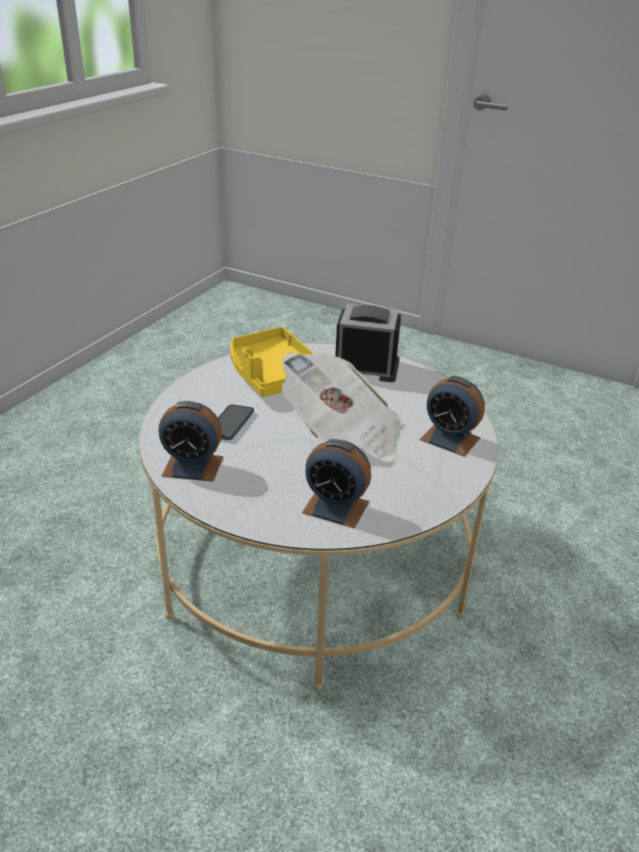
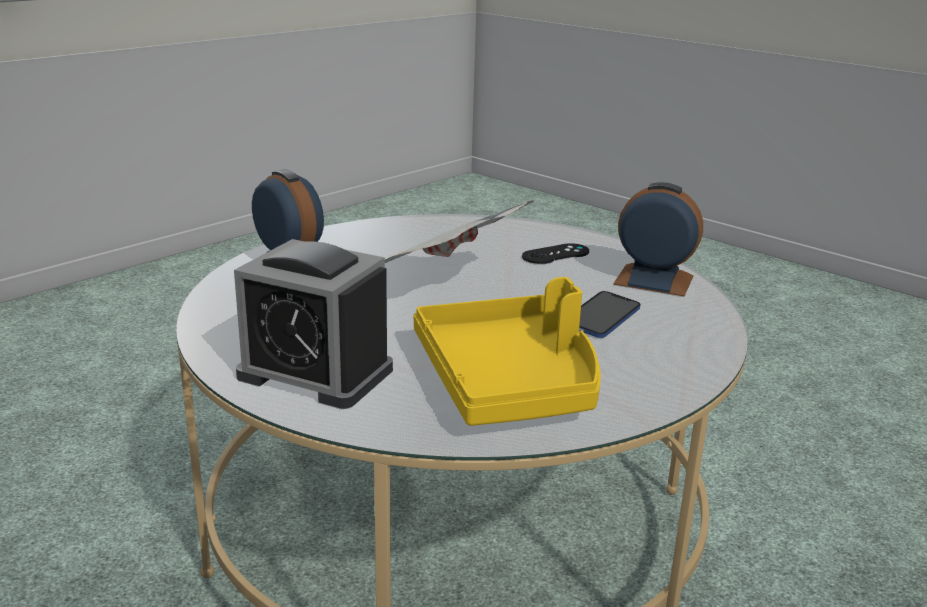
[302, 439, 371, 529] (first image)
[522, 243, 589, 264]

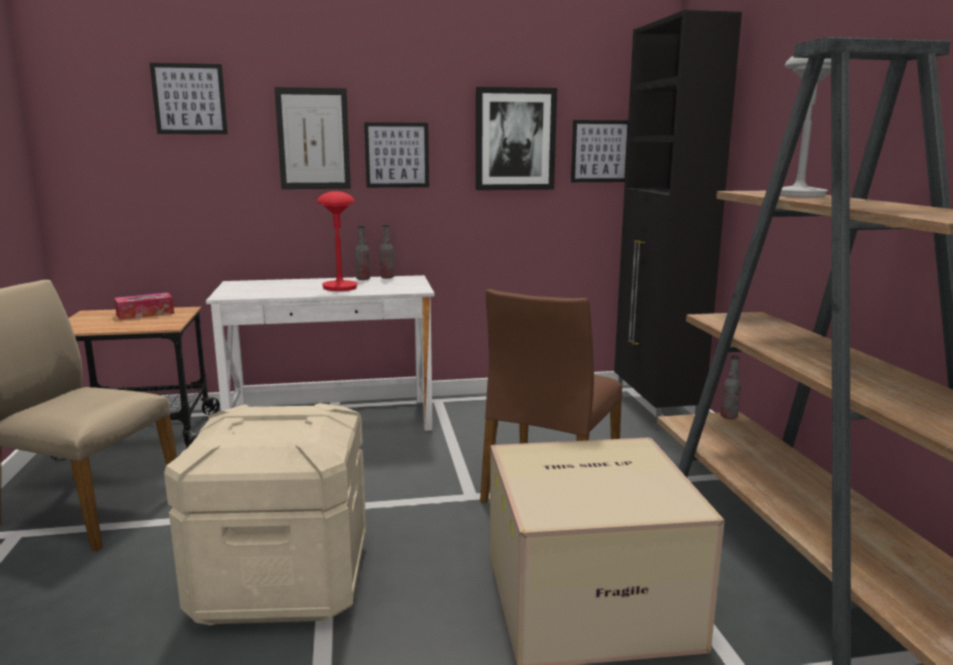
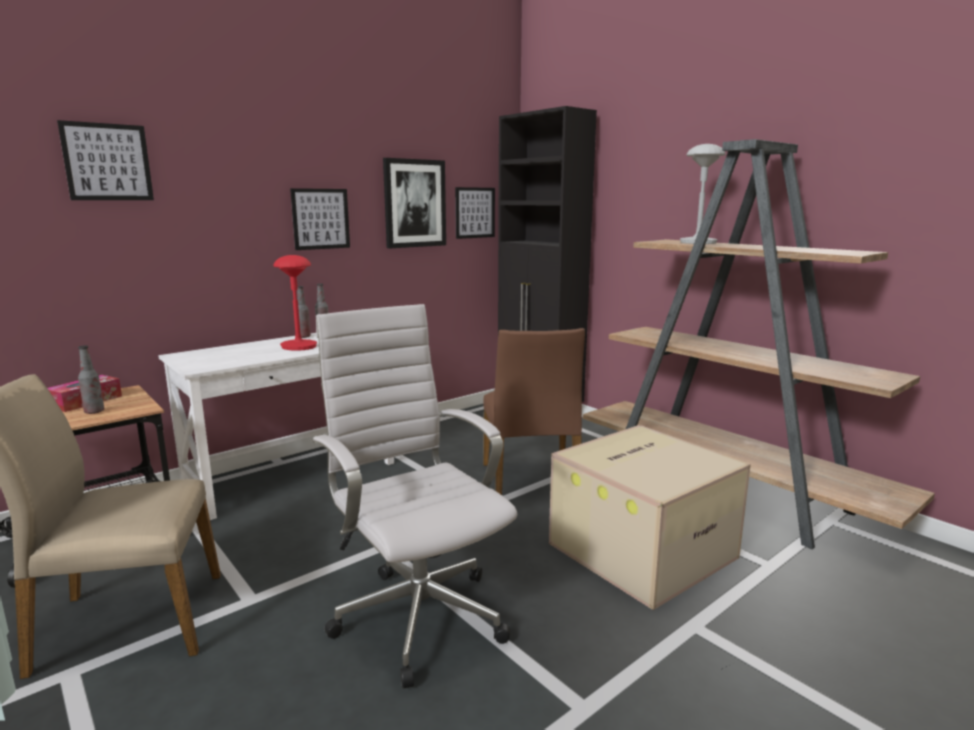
[313, 304, 517, 688]
[274, 87, 351, 189] (first image)
[78, 345, 104, 414]

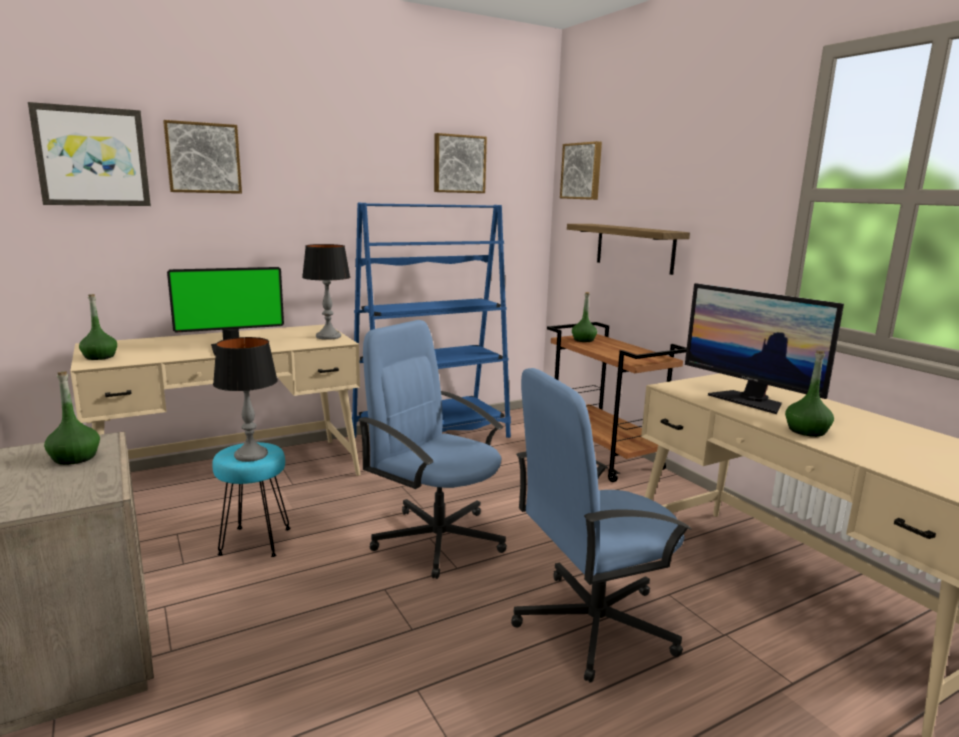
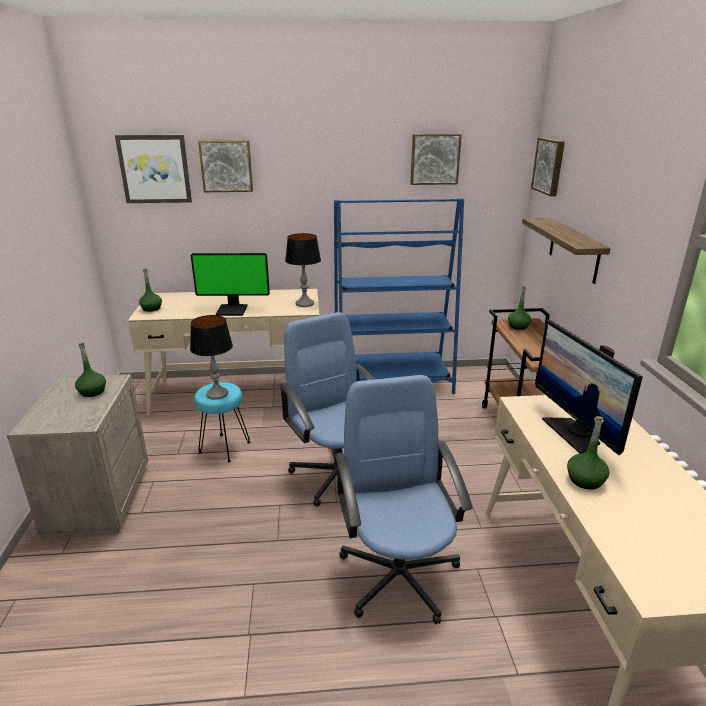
[335, 375, 473, 624]

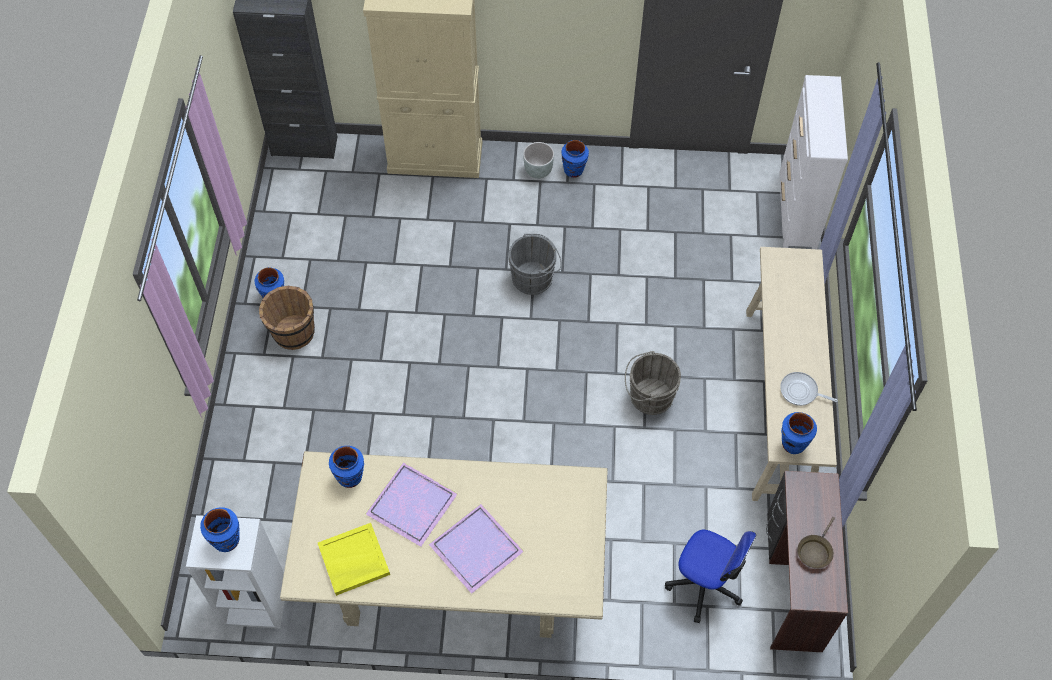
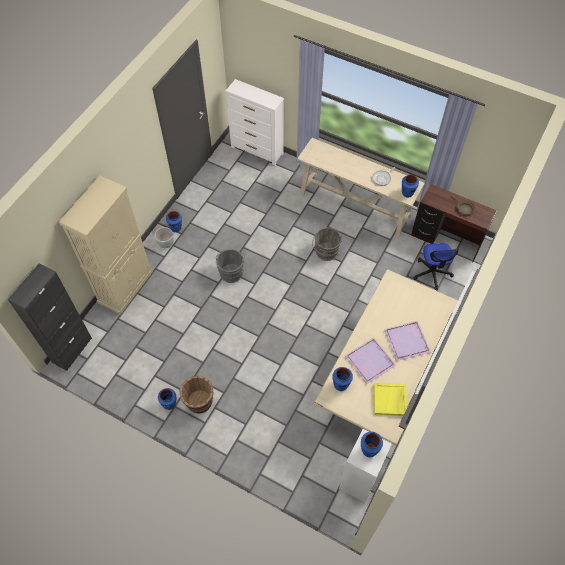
[413, 243, 459, 290]

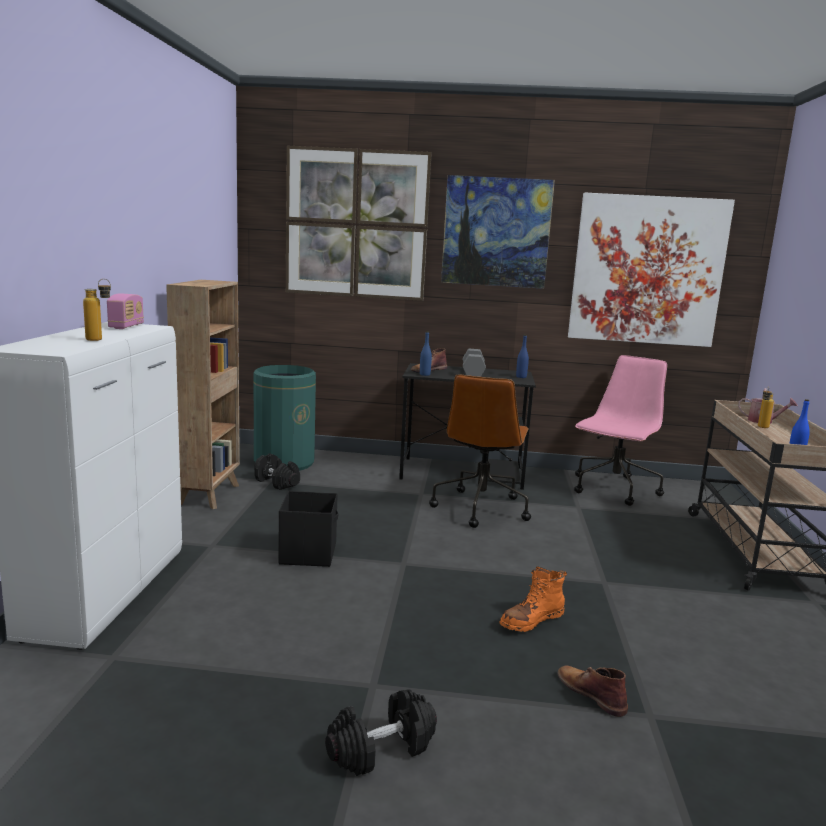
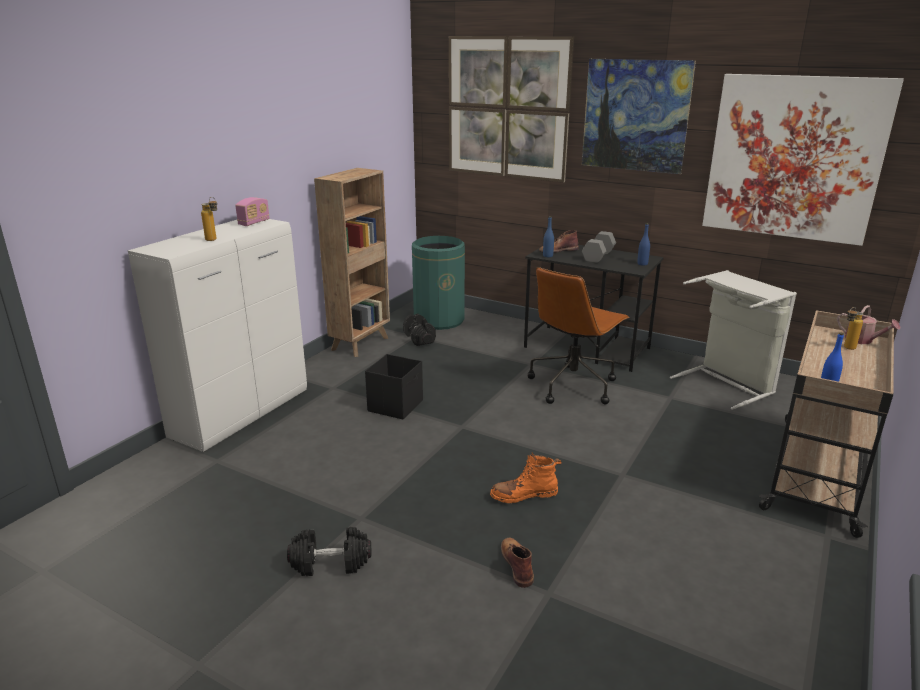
[670, 270, 797, 410]

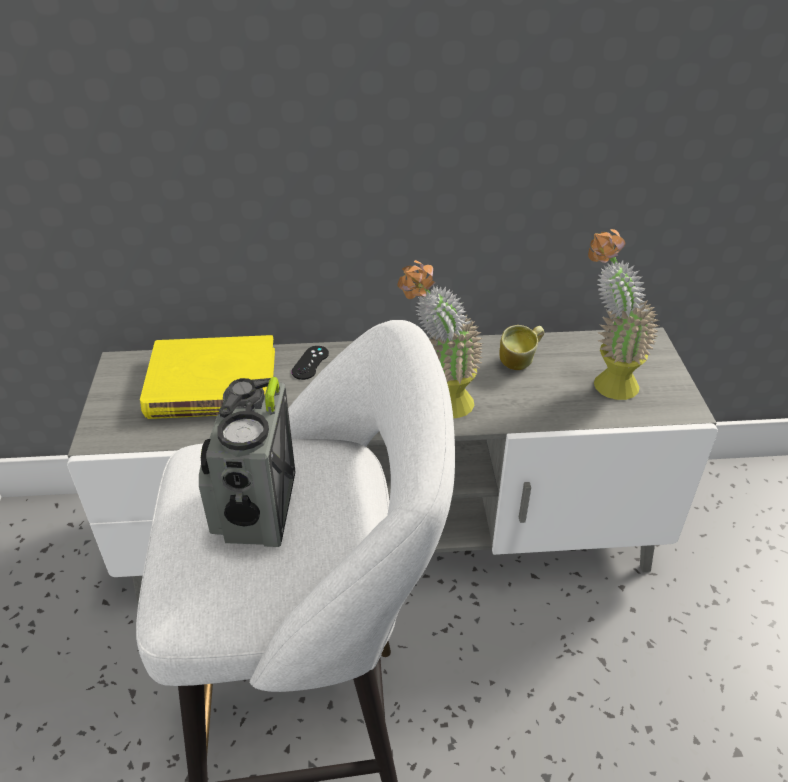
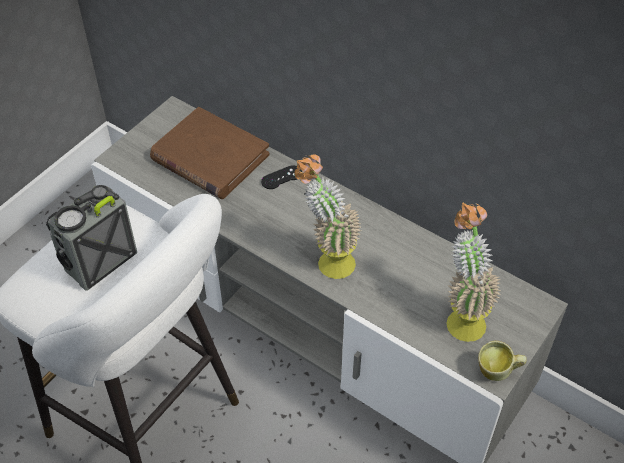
[150, 107, 270, 199]
[478, 341, 527, 381]

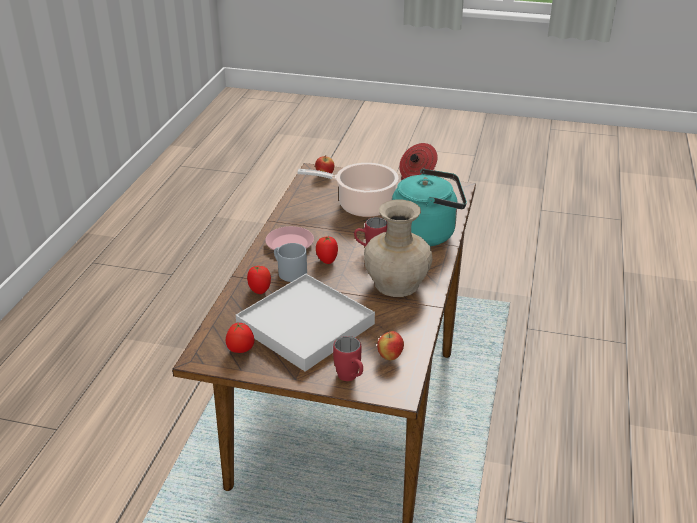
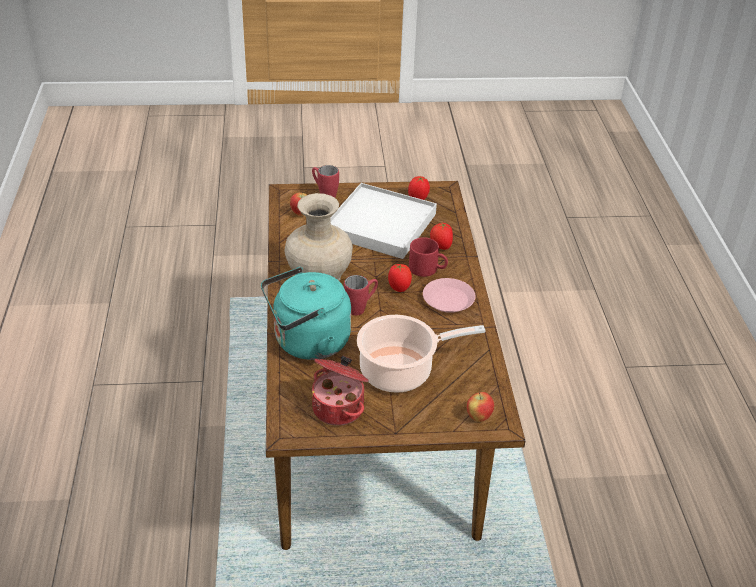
[409, 237, 448, 277]

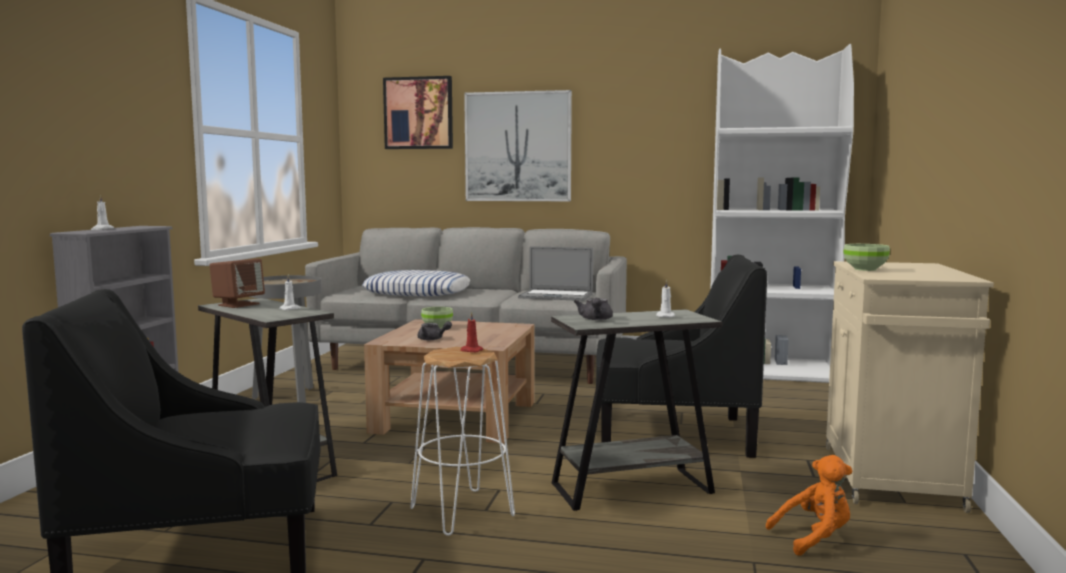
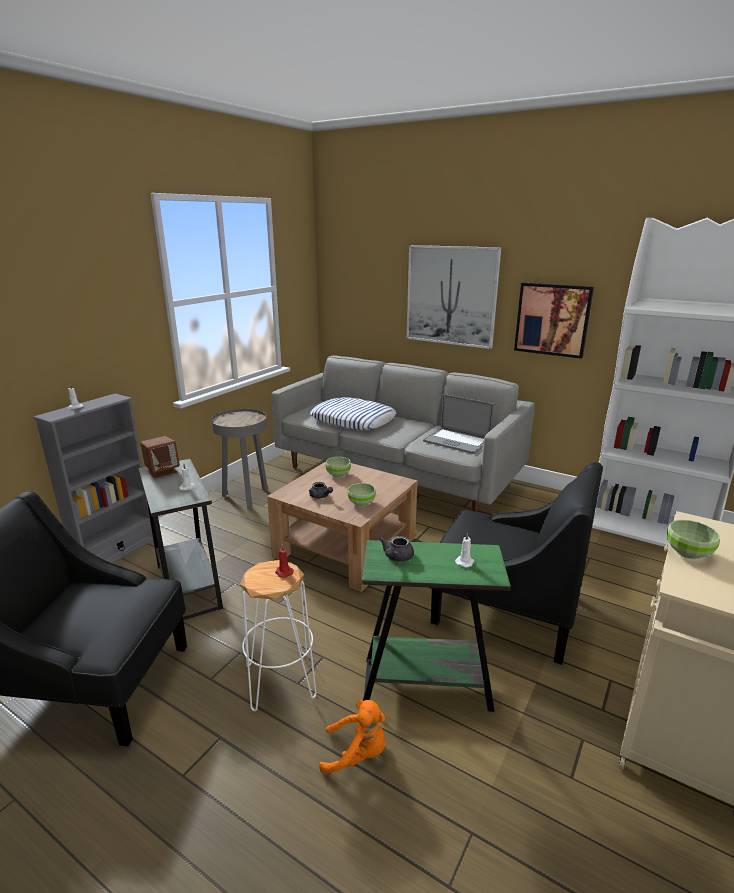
[514, 283, 594, 359]
[362, 540, 511, 712]
[319, 700, 386, 774]
[347, 483, 376, 507]

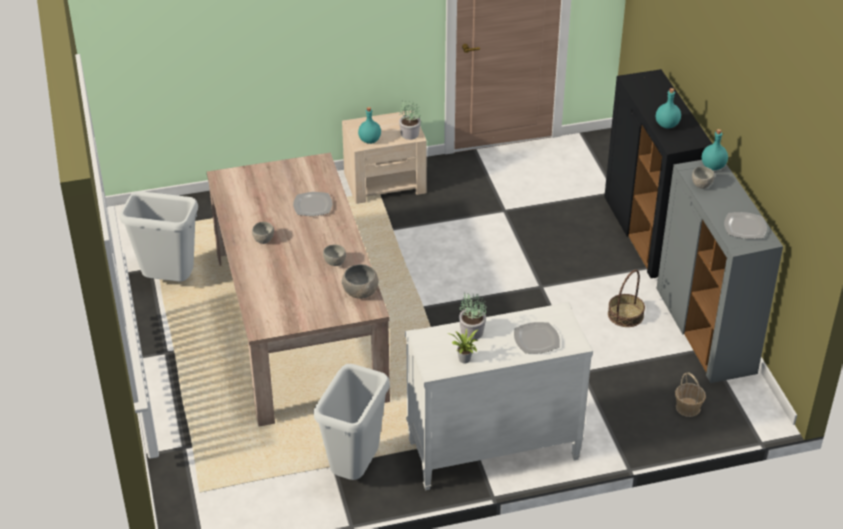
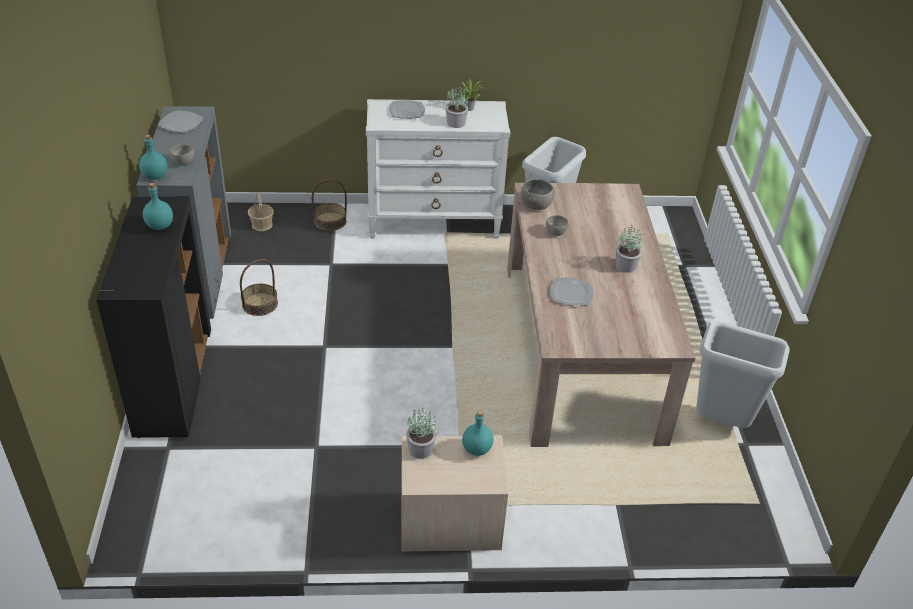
[616, 227, 644, 273]
[312, 179, 347, 231]

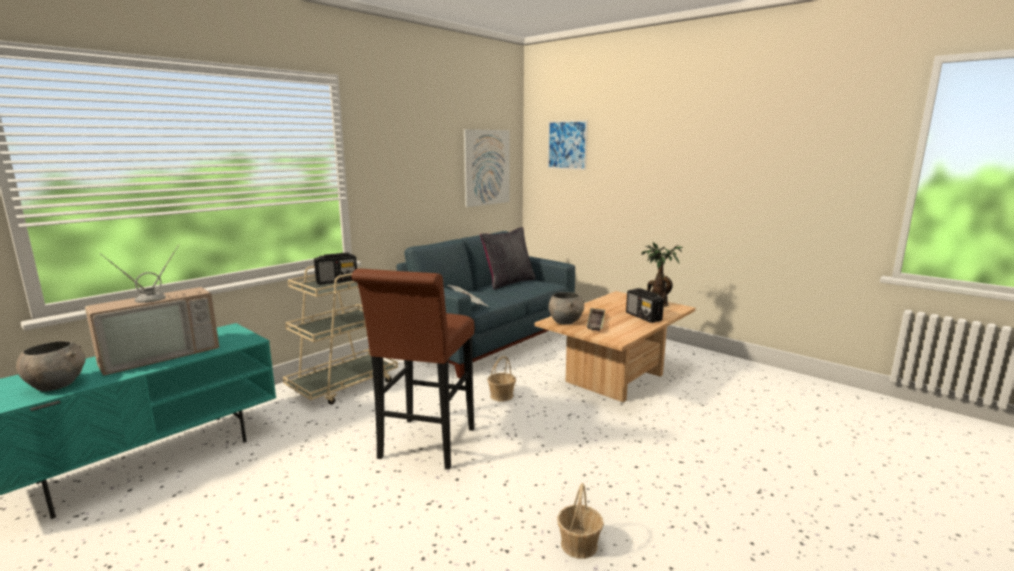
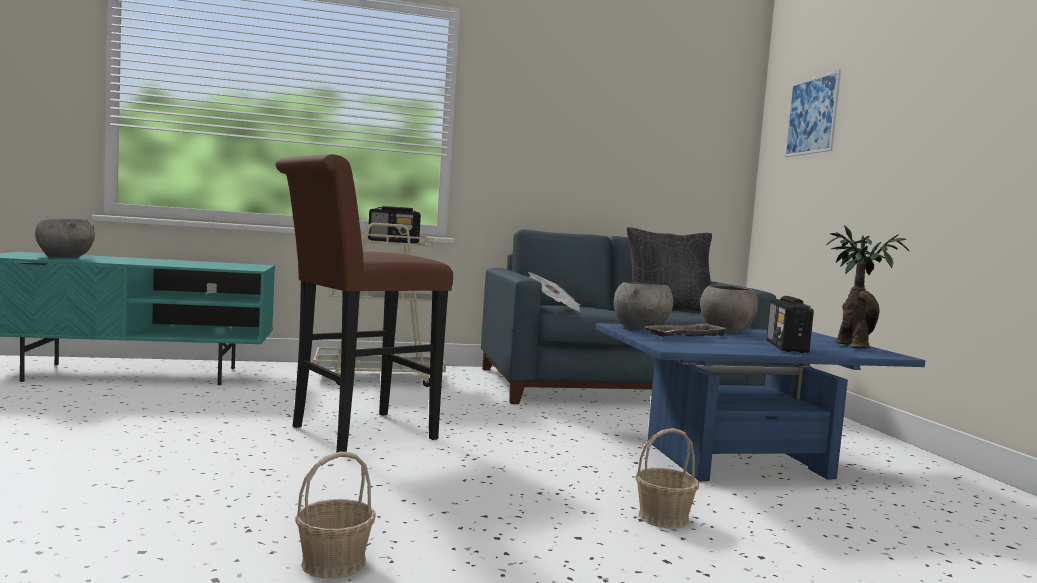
[85, 245, 219, 375] (first image)
[464, 129, 510, 207] (first image)
[636, 428, 699, 529]
[595, 323, 926, 481]
[700, 285, 758, 333]

